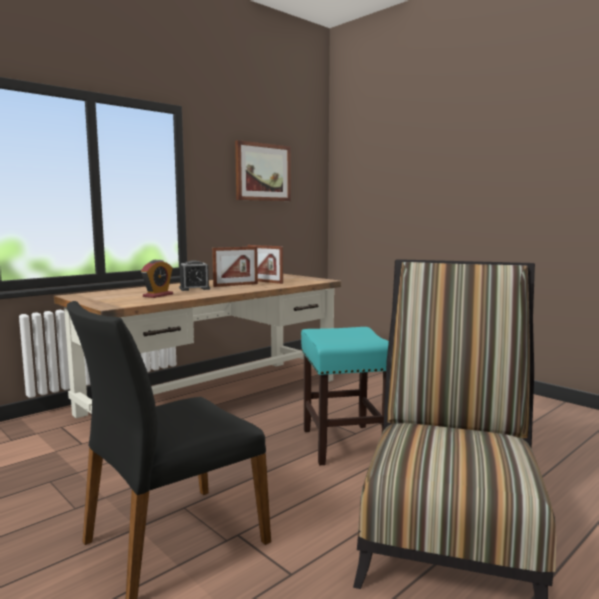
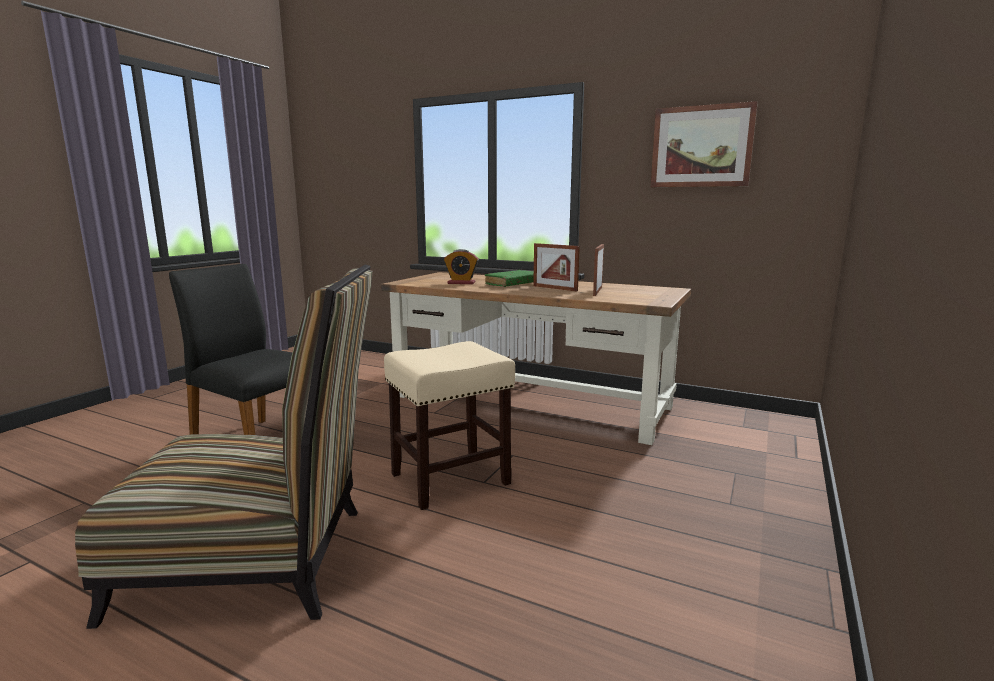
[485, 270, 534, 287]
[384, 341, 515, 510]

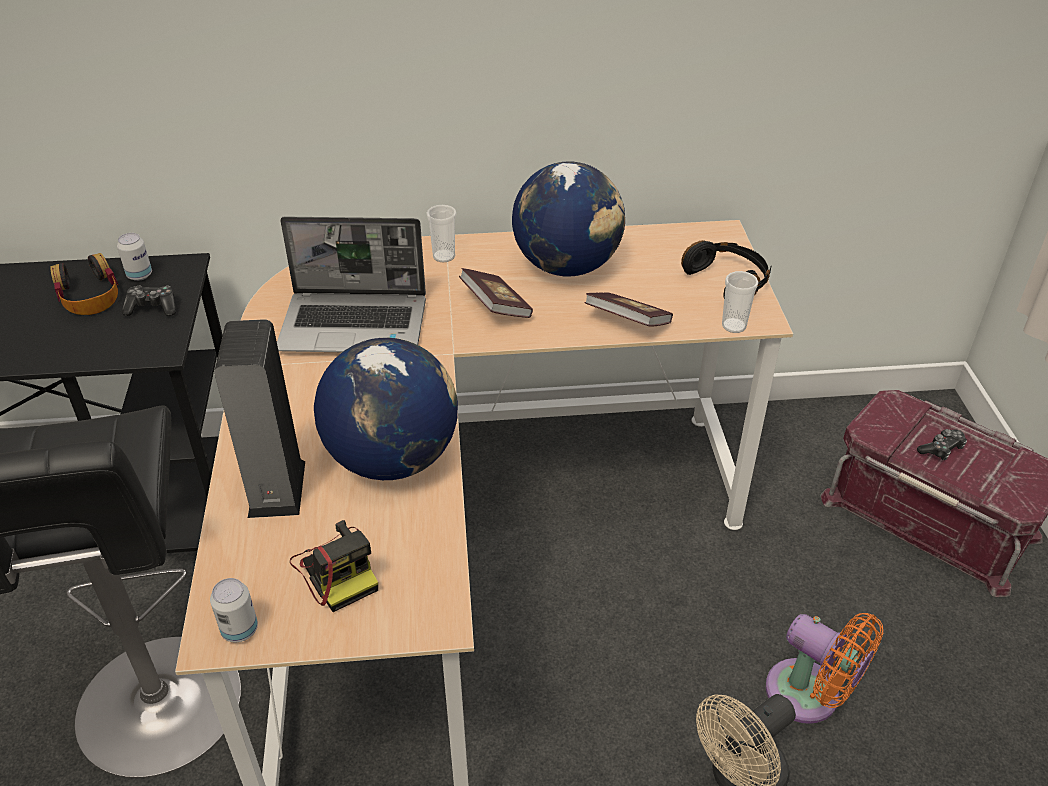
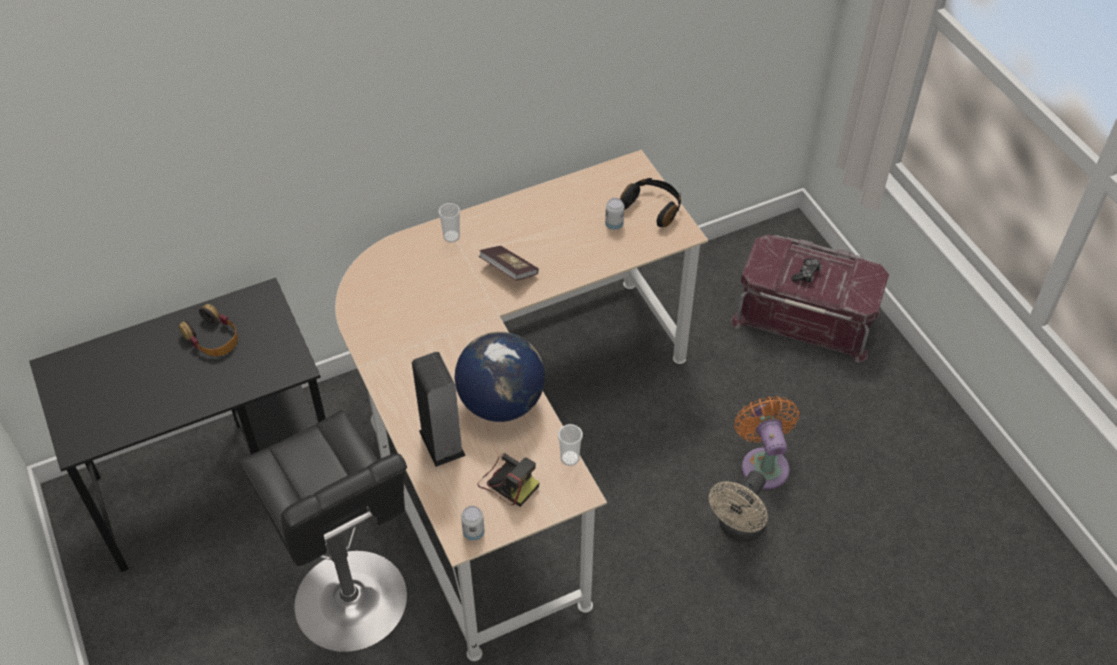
[605, 198, 624, 230]
[122, 286, 176, 316] (first image)
[277, 216, 426, 352] (first image)
[512, 161, 625, 277] (first image)
[584, 292, 673, 327] (first image)
[558, 424, 583, 466]
[734, 396, 799, 489]

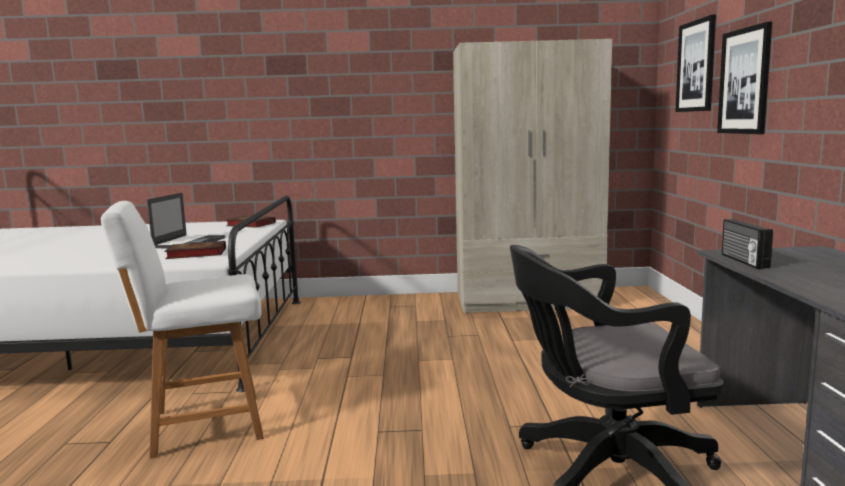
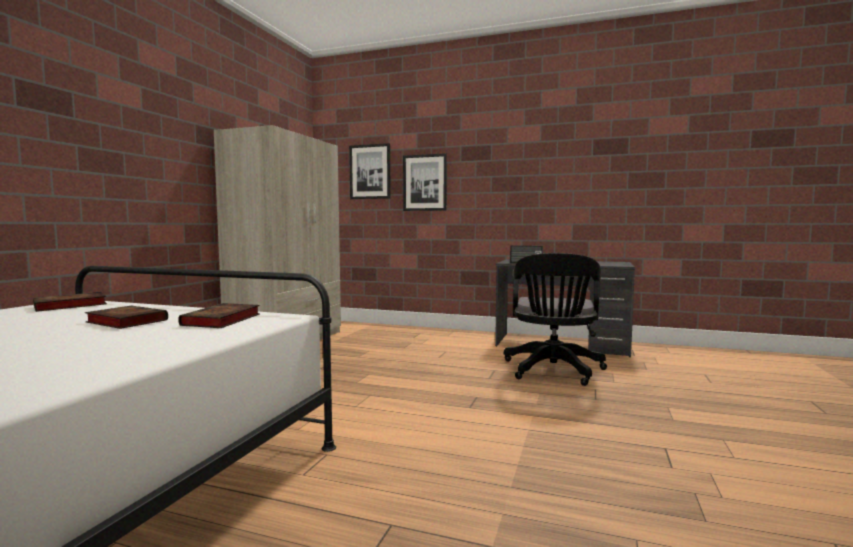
[101, 201, 264, 459] (first image)
[85, 306, 168, 329]

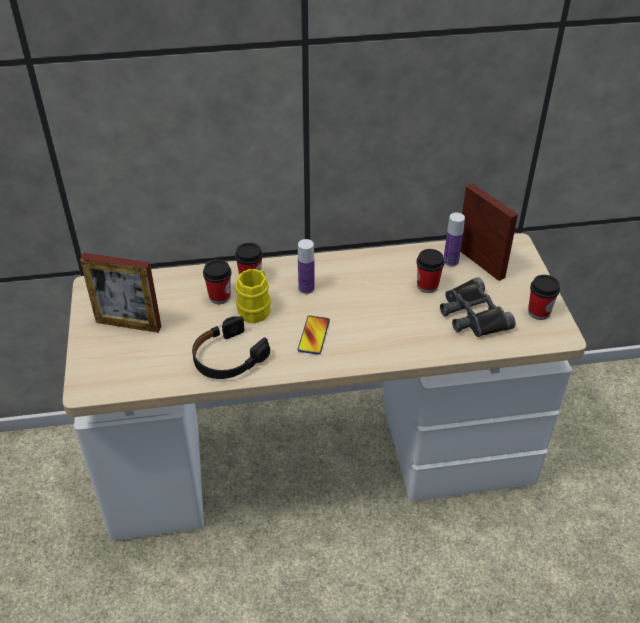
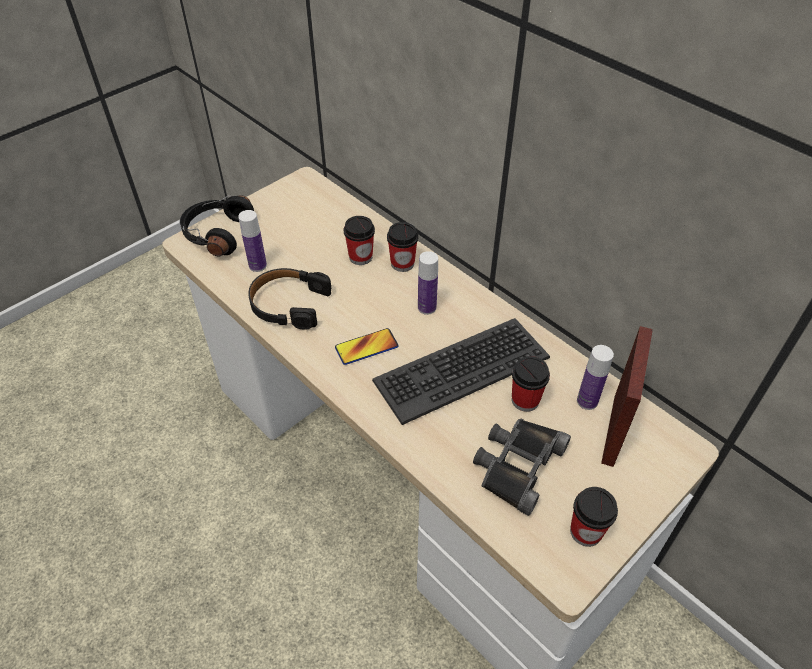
[80, 253, 162, 333] (first image)
[235, 269, 271, 323] (first image)
[180, 195, 254, 256]
[238, 210, 267, 272]
[372, 318, 550, 425]

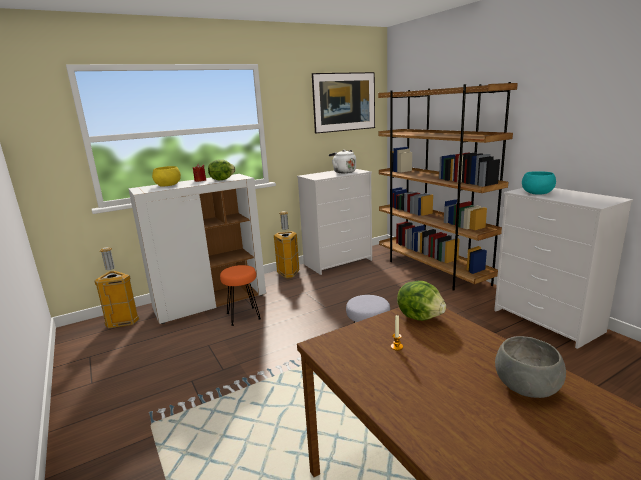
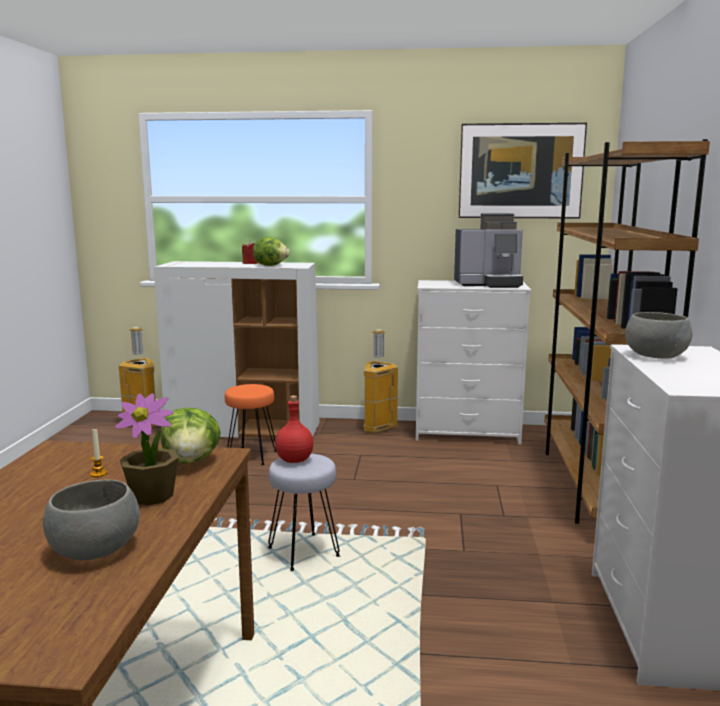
[152, 166, 181, 187] (first image)
[454, 213, 523, 288]
[625, 312, 693, 359]
[115, 393, 179, 506]
[275, 395, 314, 463]

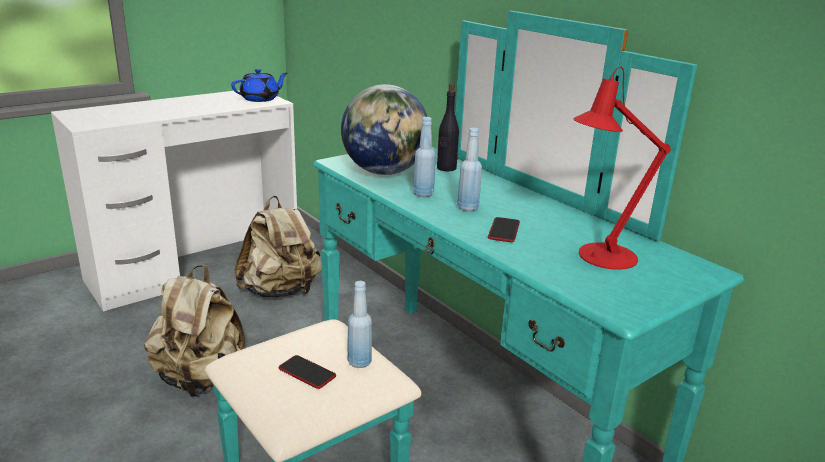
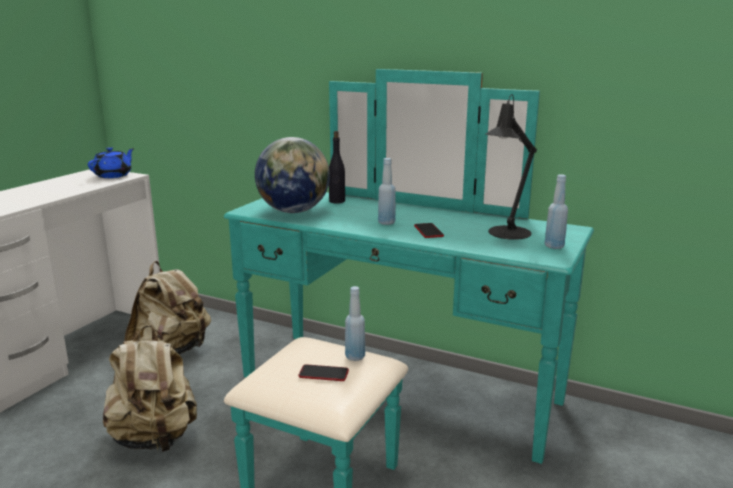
[545, 174, 568, 249]
[486, 94, 537, 240]

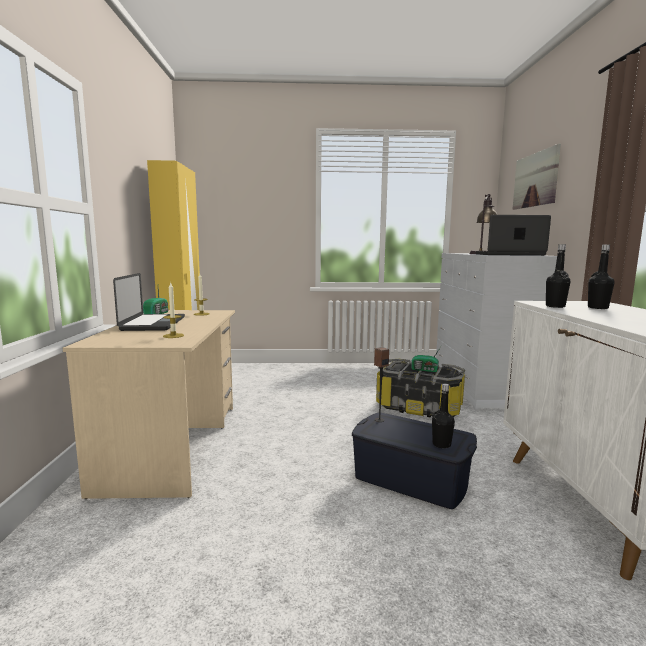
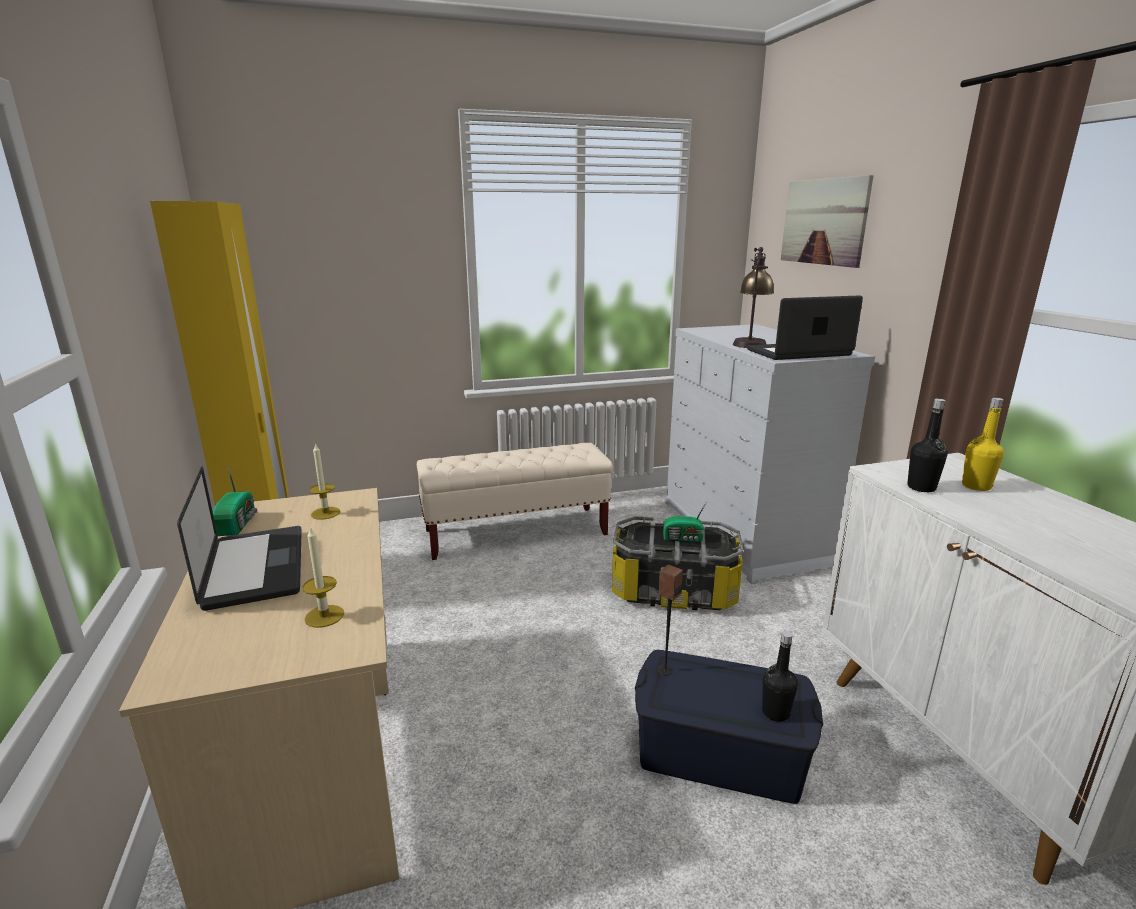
[962, 398, 1004, 491]
[417, 443, 613, 560]

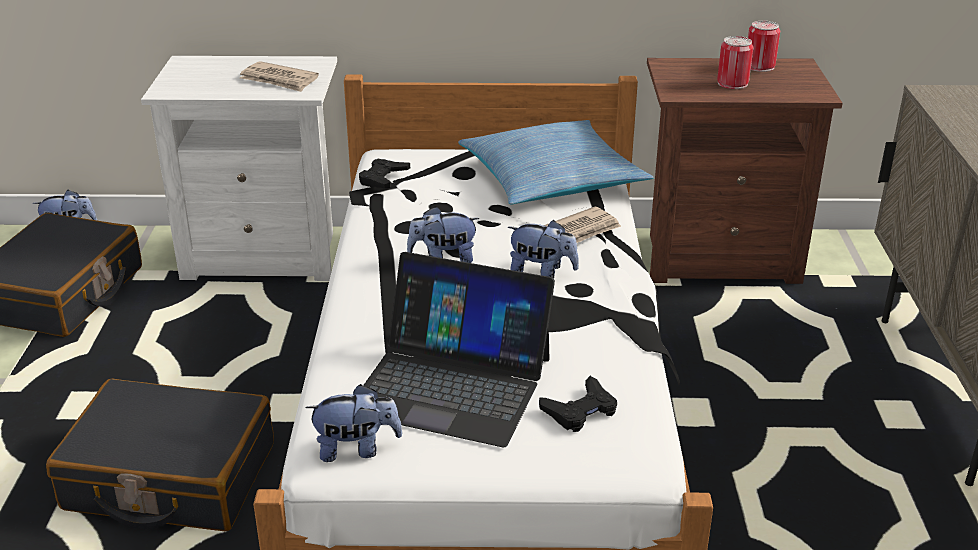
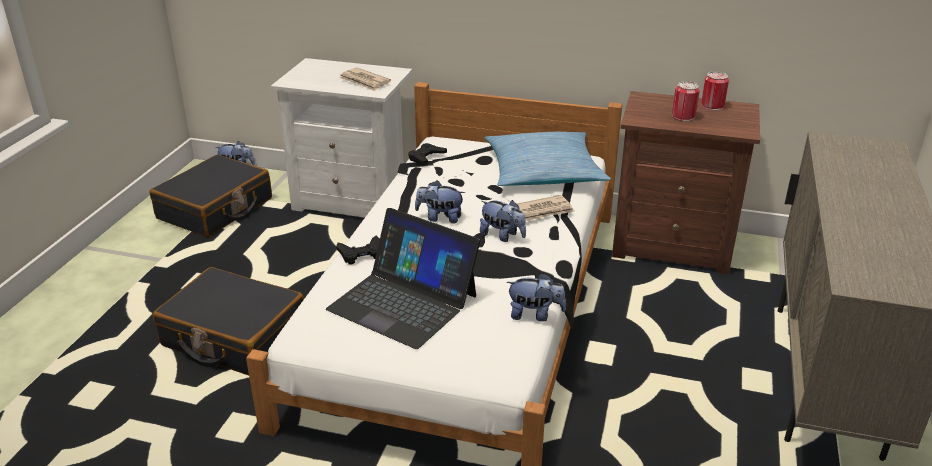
[506, 273, 566, 322]
[336, 236, 380, 265]

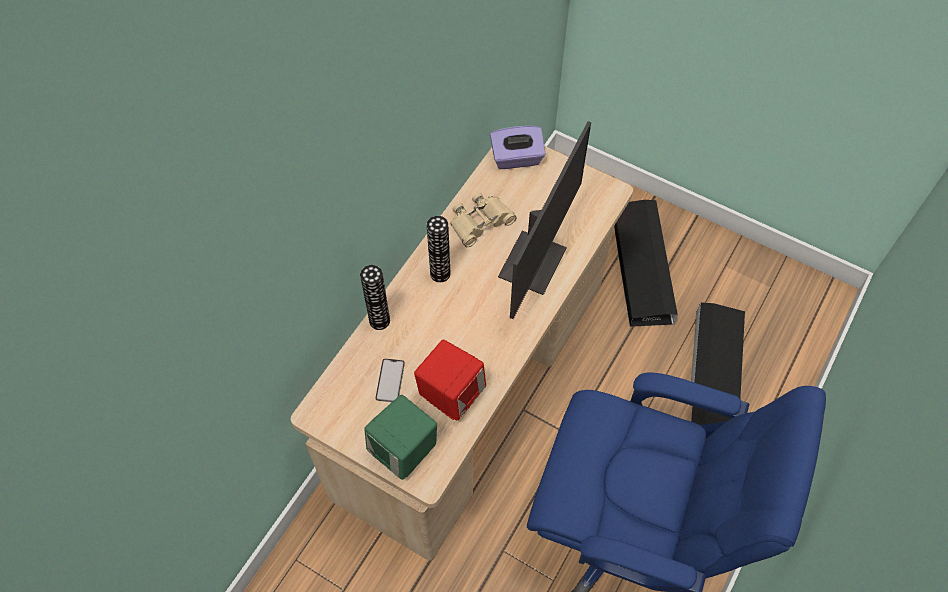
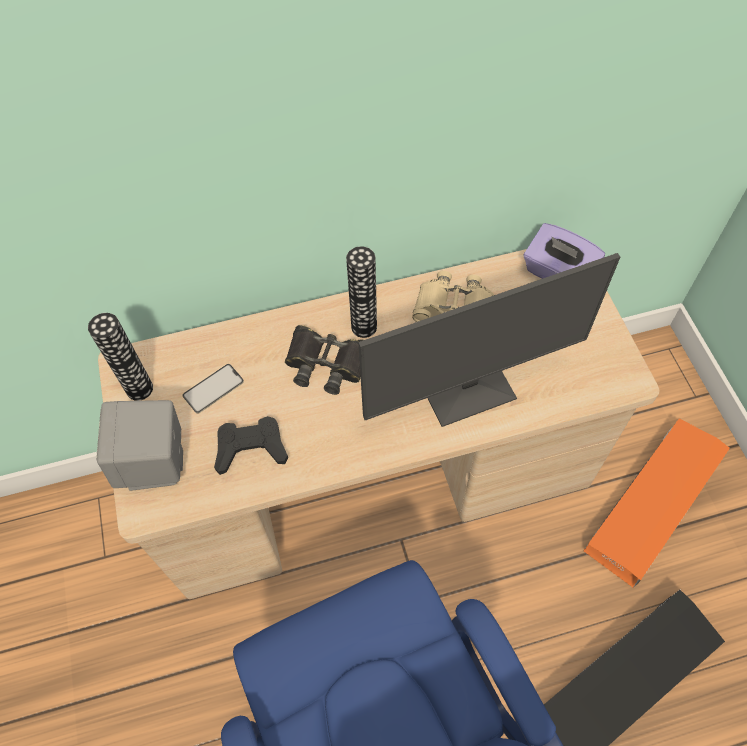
[88, 313, 153, 401]
[96, 400, 183, 491]
[214, 416, 288, 475]
[583, 419, 730, 588]
[285, 325, 363, 395]

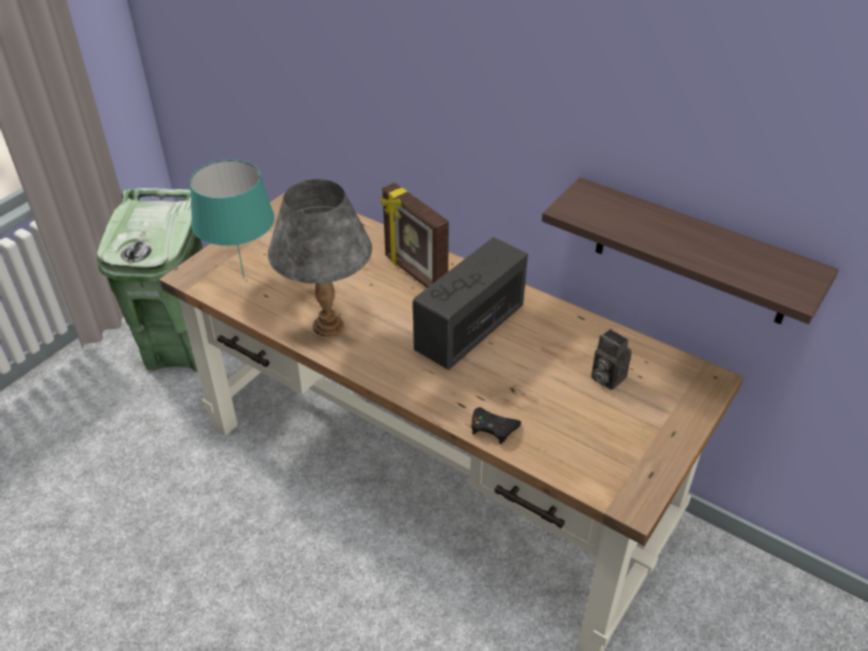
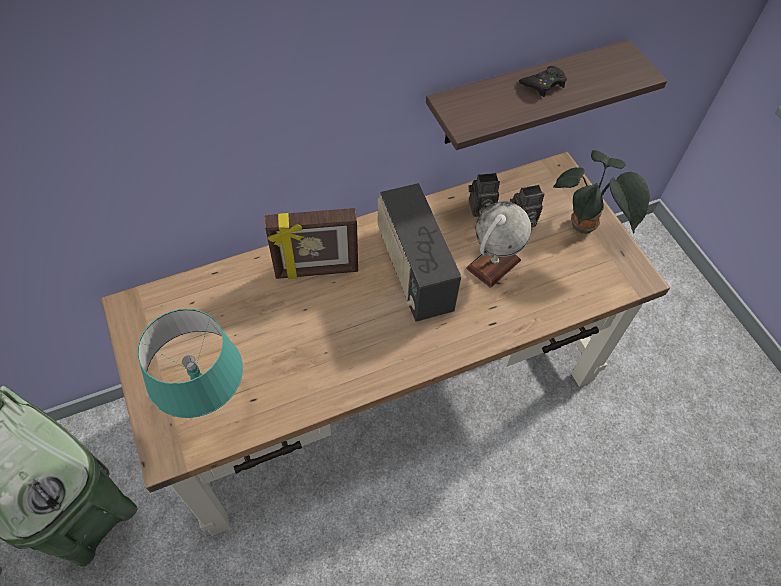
[268, 179, 372, 337] (first image)
[519, 66, 567, 97]
[466, 201, 531, 288]
[468, 173, 500, 217]
[554, 150, 650, 234]

